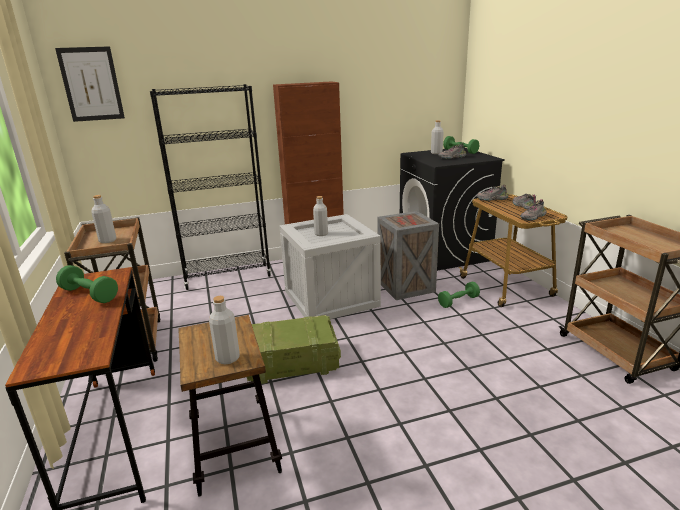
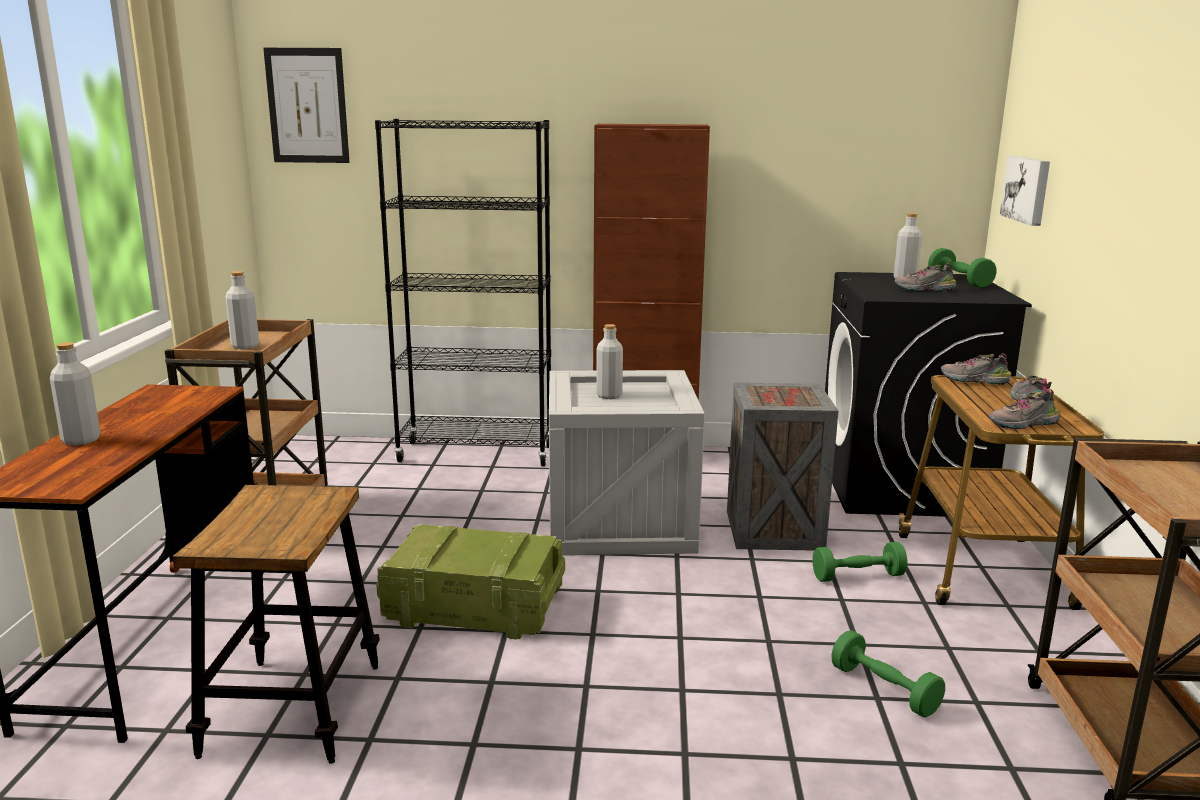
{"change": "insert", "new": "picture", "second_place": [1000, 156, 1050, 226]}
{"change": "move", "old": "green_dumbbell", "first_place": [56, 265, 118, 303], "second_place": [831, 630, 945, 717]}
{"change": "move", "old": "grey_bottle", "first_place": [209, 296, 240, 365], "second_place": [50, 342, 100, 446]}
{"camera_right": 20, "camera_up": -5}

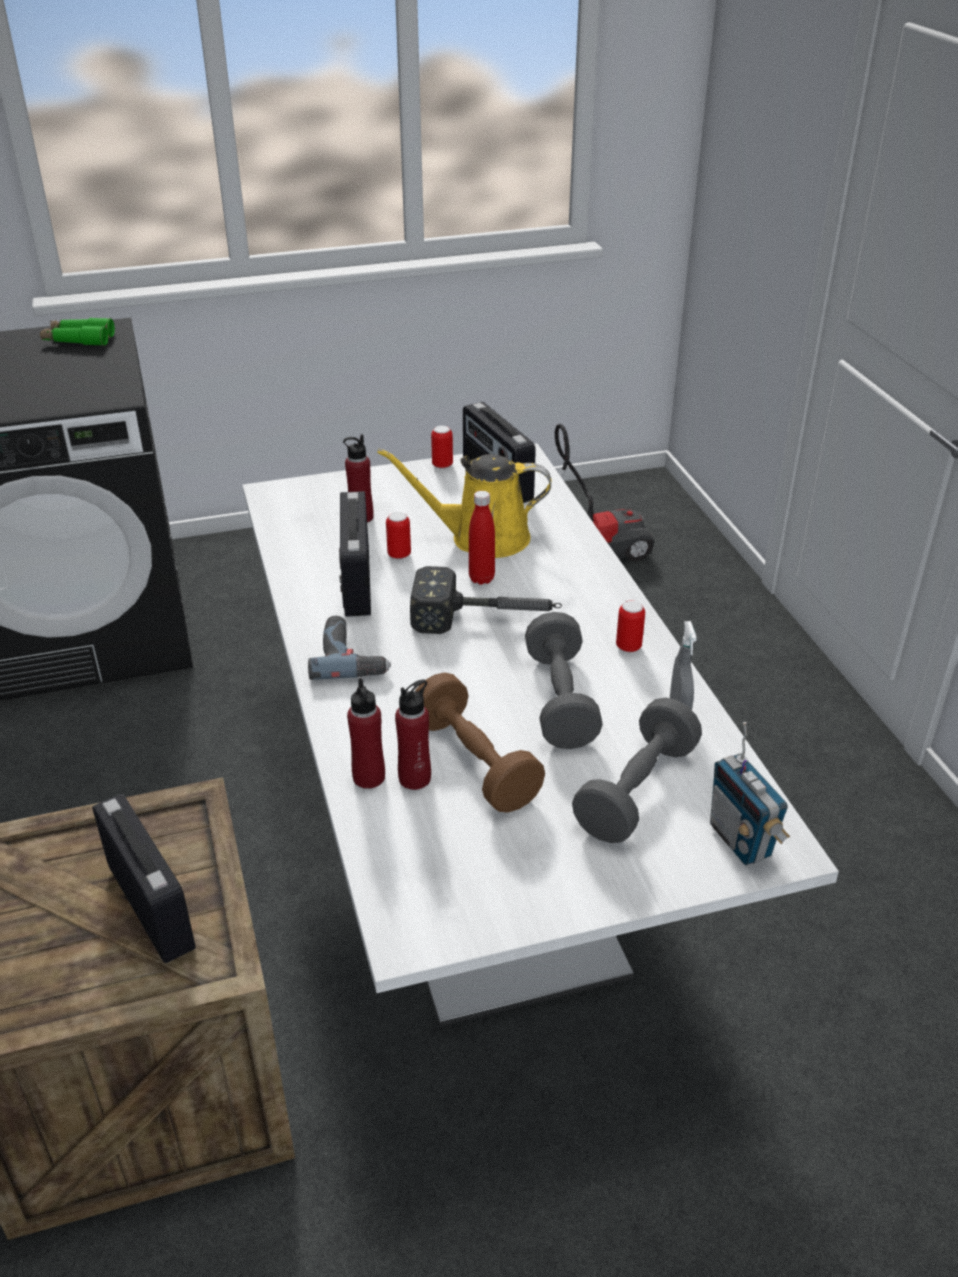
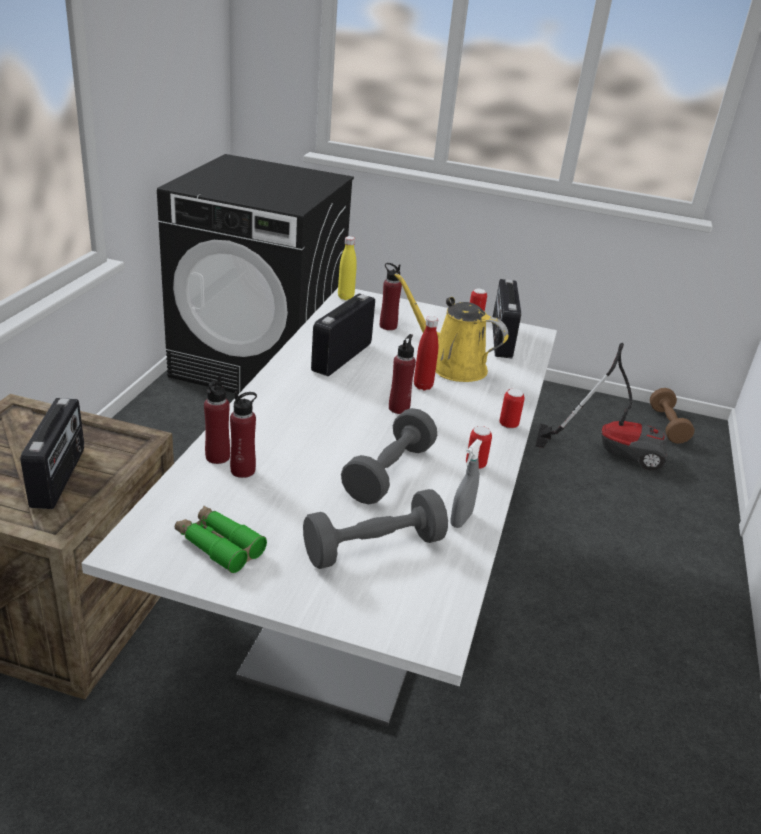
{"change": "delete", "old": "power_drill", "first_place": [308, 616, 391, 680]}
{"change": "delete", "old": "radio", "first_place": [710, 722, 790, 865]}
{"change": "insert", "new": "yellow_bottle", "second_place": [338, 236, 357, 300]}
{"change": "move", "old": "green_binoculars", "first_place": [40, 318, 115, 346], "second_place": [175, 506, 267, 573]}
{"change": "move", "old": "can", "first_place": [386, 512, 411, 559], "second_place": [499, 389, 525, 429]}
{"change": "move", "old": "brown_dumbbell", "first_place": [415, 672, 545, 813], "second_place": [650, 388, 695, 444]}
{"change": "replace", "old": "hammer", "new": "red_bottle", "first_place": [410, 566, 562, 634], "second_place": [389, 334, 416, 414]}
{"camera_right": 30, "camera_up": -5}

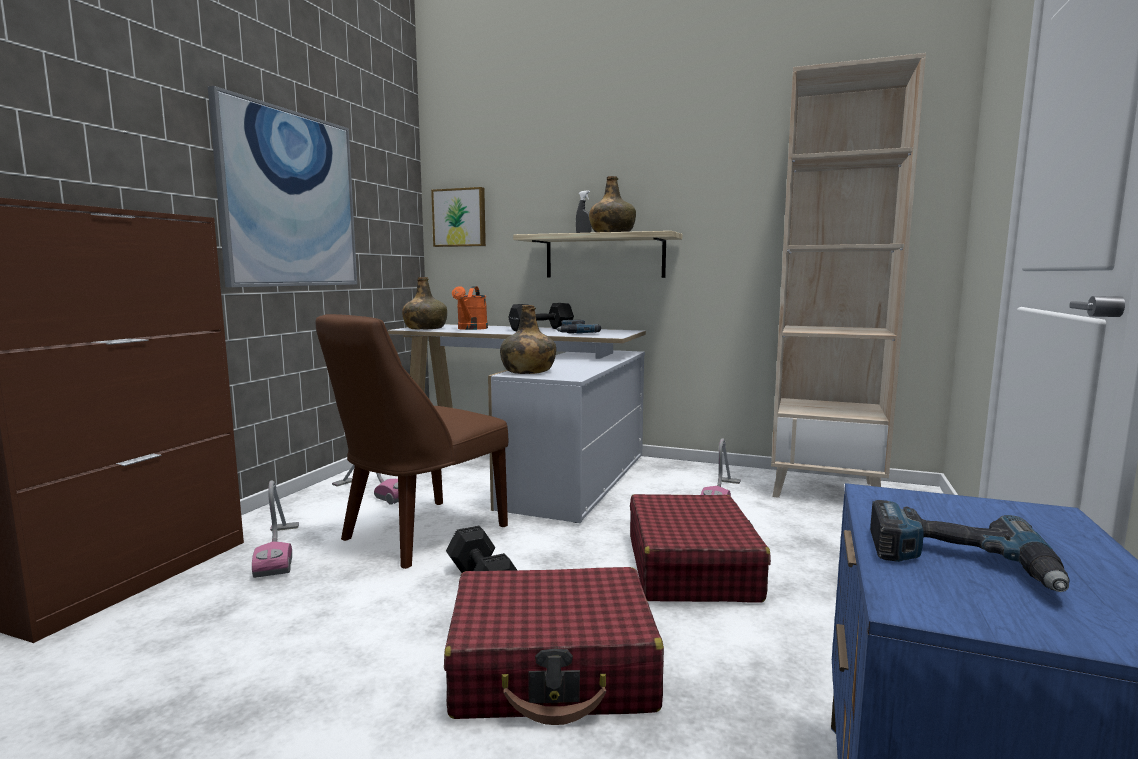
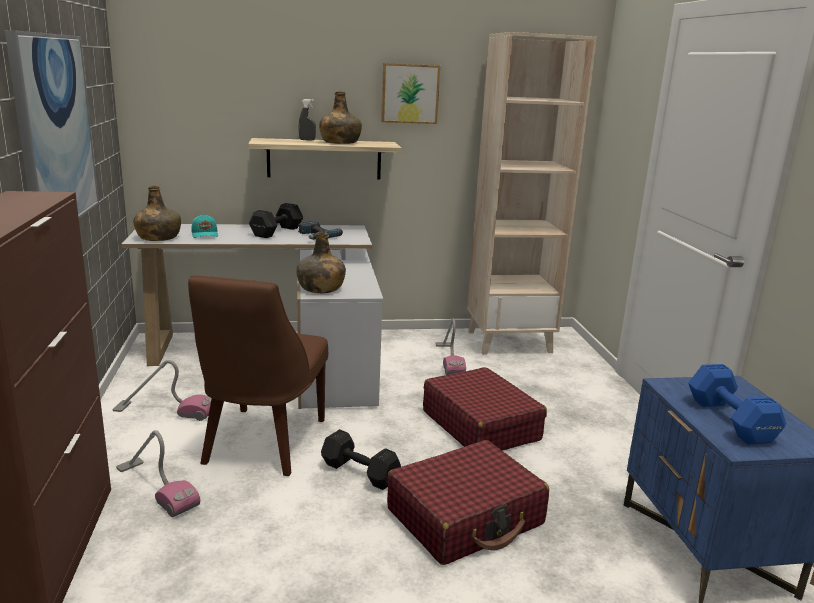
{"change": "move", "old": "picture", "first_place": [431, 187, 486, 247], "second_place": [381, 63, 440, 124]}
{"change": "replace", "old": "orange_watering_can", "new": "turquoise_cap", "first_place": [452, 286, 488, 330], "second_place": [191, 214, 218, 238]}
{"change": "replace", "old": "power_drill", "new": "blue_dumbbell", "first_place": [870, 500, 1070, 592], "second_place": [688, 364, 786, 445]}
{"camera_right": -30, "camera_up": 10}

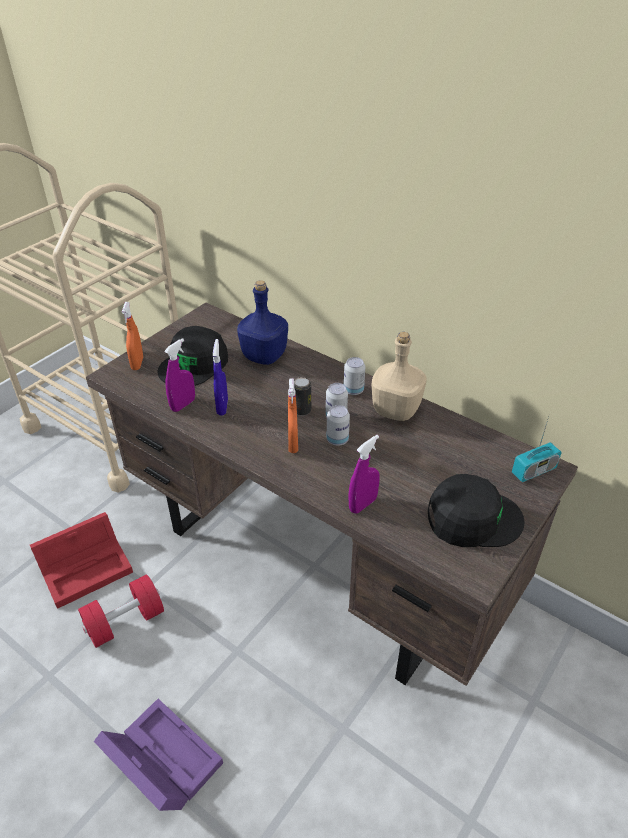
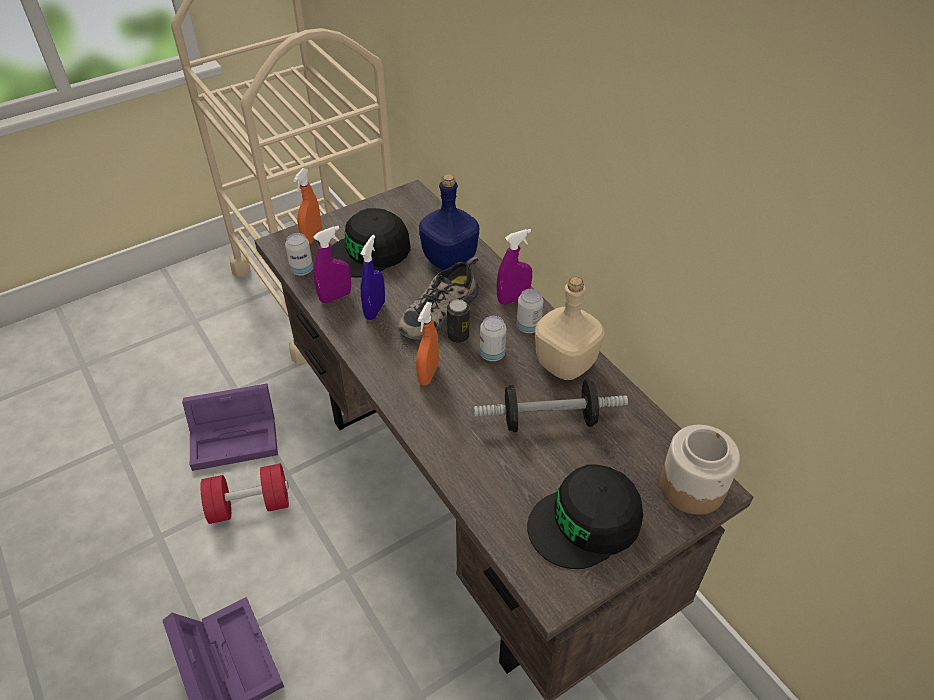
{"change": "insert", "new": "shoe", "second_place": [398, 256, 479, 341]}
{"change": "insert", "new": "dumbbell", "second_place": [474, 380, 628, 432]}
{"change": "move", "old": "can", "first_place": [327, 405, 350, 446], "second_place": [285, 233, 313, 276]}
{"change": "move", "old": "purple_spray_bottle", "first_place": [349, 435, 380, 513], "second_place": [497, 229, 532, 305]}
{"change": "replace", "old": "radio", "new": "jar", "first_place": [512, 413, 562, 482], "second_place": [660, 425, 740, 515]}
{"change": "recolor", "old": "red_storage_box", "new": "purple_storage_box", "first_place": [30, 512, 133, 609], "second_place": [182, 384, 278, 471]}
{"change": "rotate", "old": "black_cap", "first_place": [428, 474, 525, 547], "second_place": [527, 465, 643, 569], "degrees": 135}
{"camera_right": 20, "camera_up": 5}

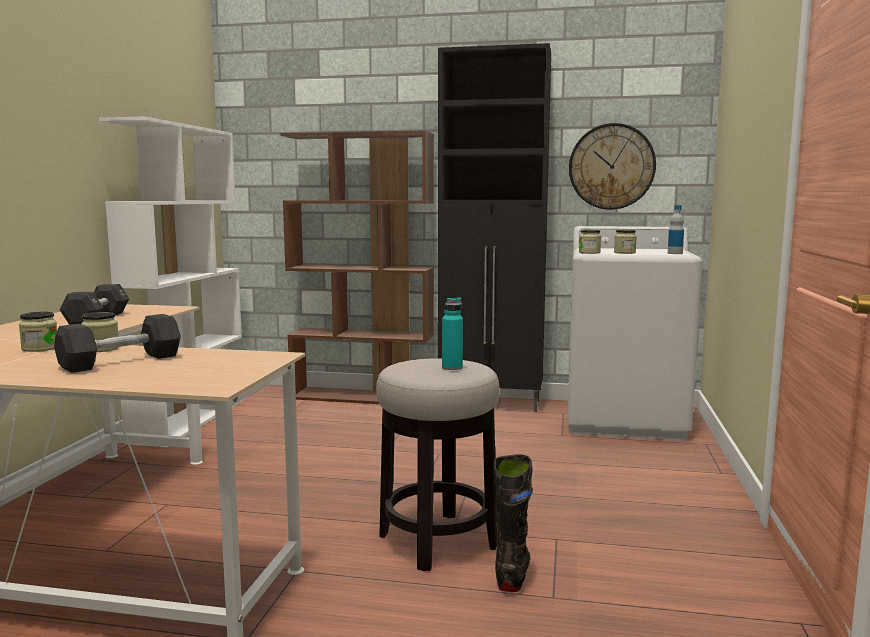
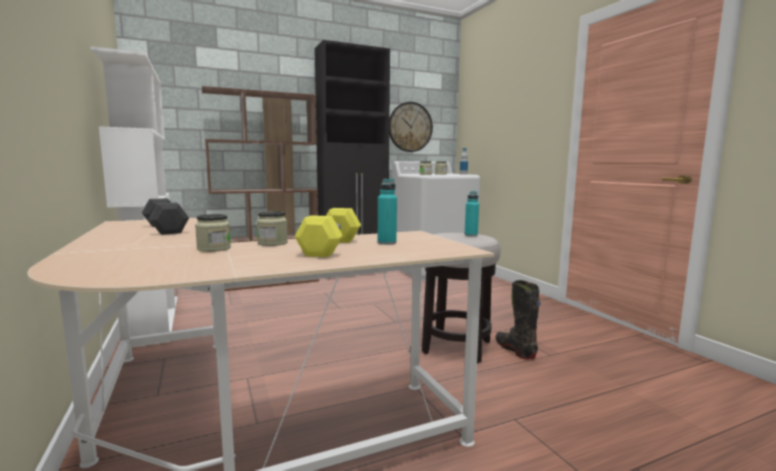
{"change": "insert", "new": "turquoise_bottle", "second_place": [378, 179, 397, 245]}
{"change": "recolor", "old": "black_dumbbell", "new": "yellow_dumbbell", "first_place": [54, 314, 181, 373], "second_place": [294, 208, 361, 257]}
{"camera_right": -35, "camera_up": 0}

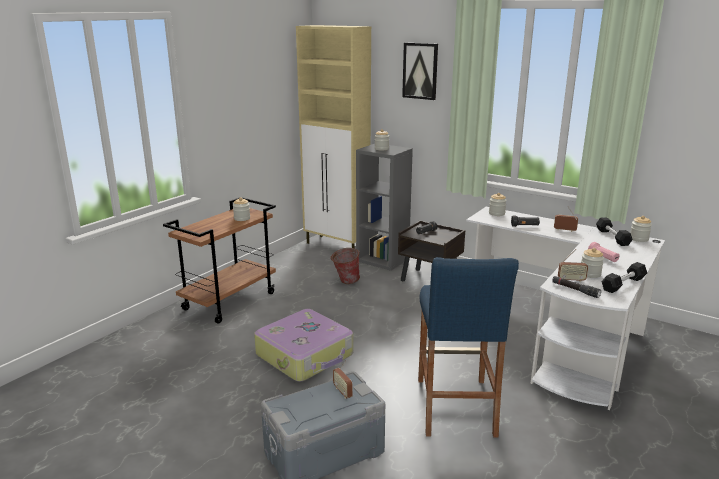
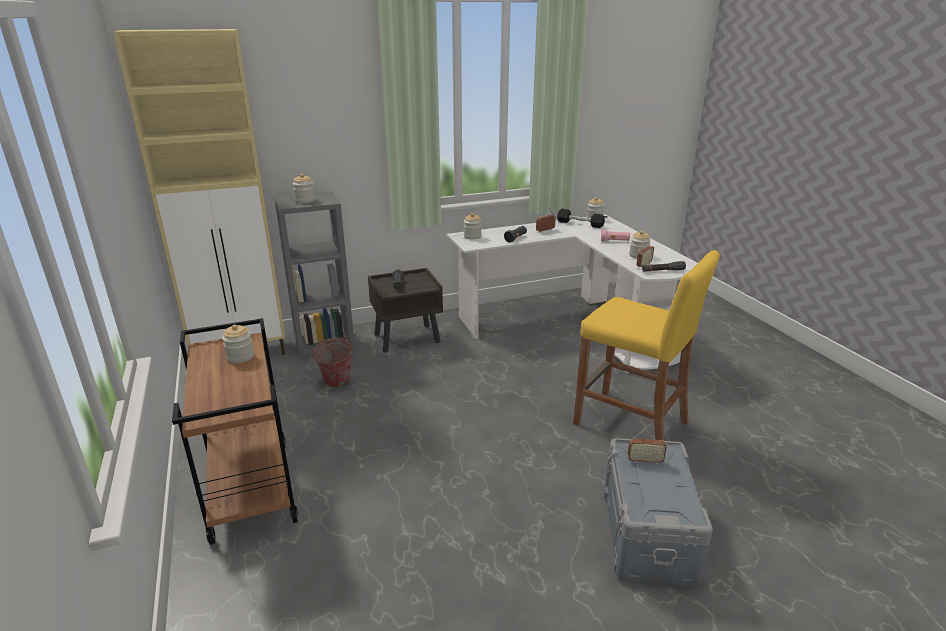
{"change": "delete", "old": "suitcase", "first_place": [254, 309, 353, 382]}
{"change": "delete", "old": "picture", "first_place": [402, 43, 438, 100]}
{"change": "delete", "old": "black_dumbbell", "first_place": [601, 262, 647, 293]}
{"change": "recolor", "old": "blue_stool", "new": "yellow_stool", "first_place": [418, 257, 519, 437], "second_place": [573, 250, 720, 441]}
{"camera_right": -55, "camera_up": 5}

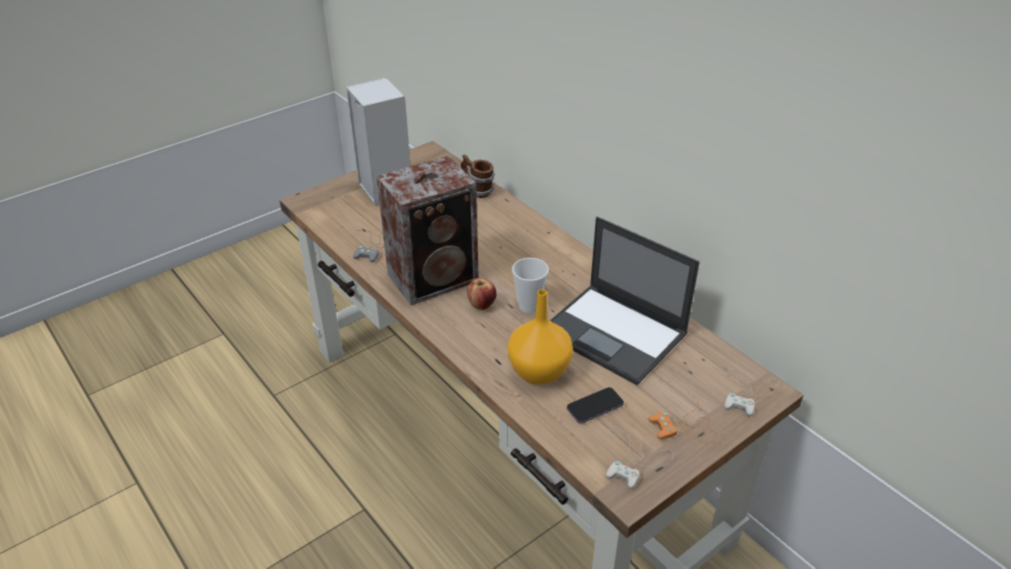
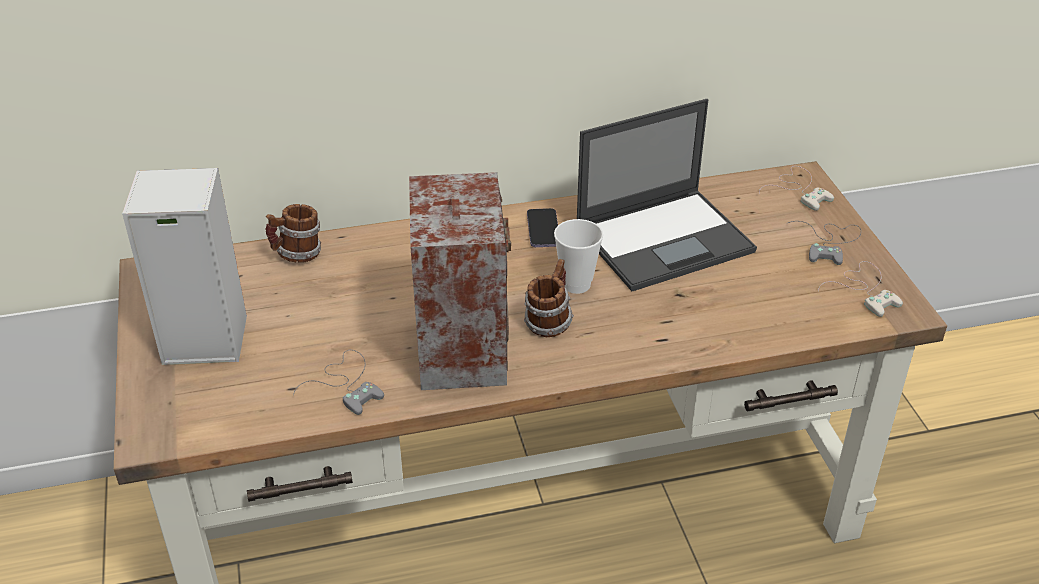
{"change": "delete", "old": "orange_vase", "first_place": [508, 289, 573, 385]}
{"change": "move", "old": "phone", "first_place": [567, 387, 624, 424], "second_place": [527, 208, 558, 247]}
{"change": "replace", "old": "apple", "new": "mug", "first_place": [467, 278, 497, 310], "second_place": [524, 259, 574, 337]}
{"change": "recolor", "old": "orange_game_controller", "new": "grey_game_controller", "first_place": [649, 394, 722, 443], "second_place": [788, 221, 861, 265]}
{"camera_right": -65, "camera_up": 0}

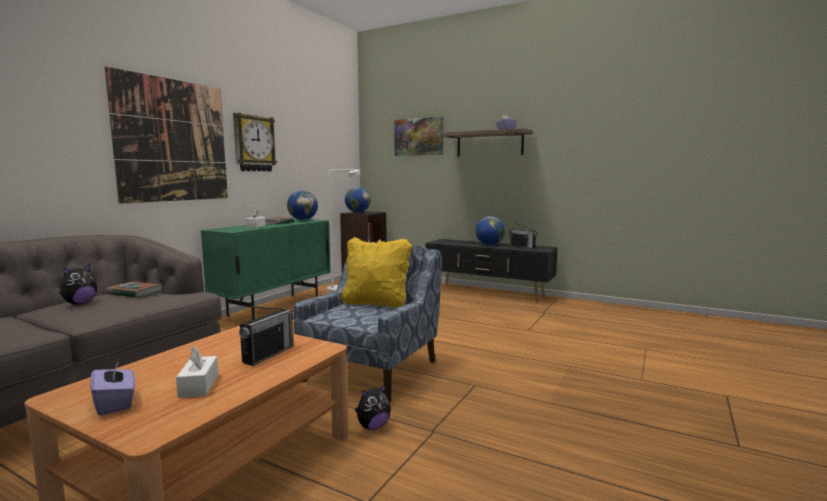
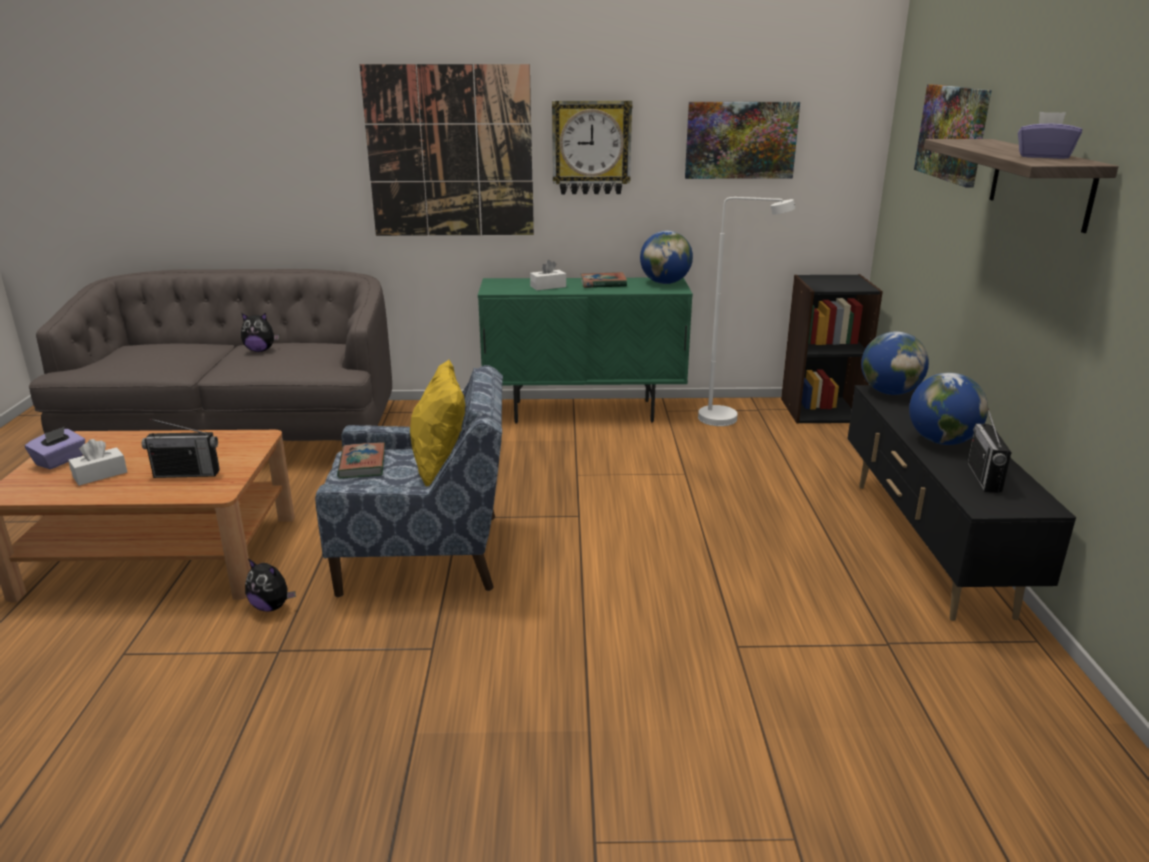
{"change": "insert", "new": "picture", "second_place": [685, 102, 800, 179]}
{"change": "move", "old": "book", "first_place": [106, 282, 163, 298], "second_place": [337, 442, 385, 478]}
{"change": "move", "old": "globe", "first_place": [345, 187, 371, 213], "second_place": [861, 331, 929, 395]}
{"camera_right": 60, "camera_up": 15}

